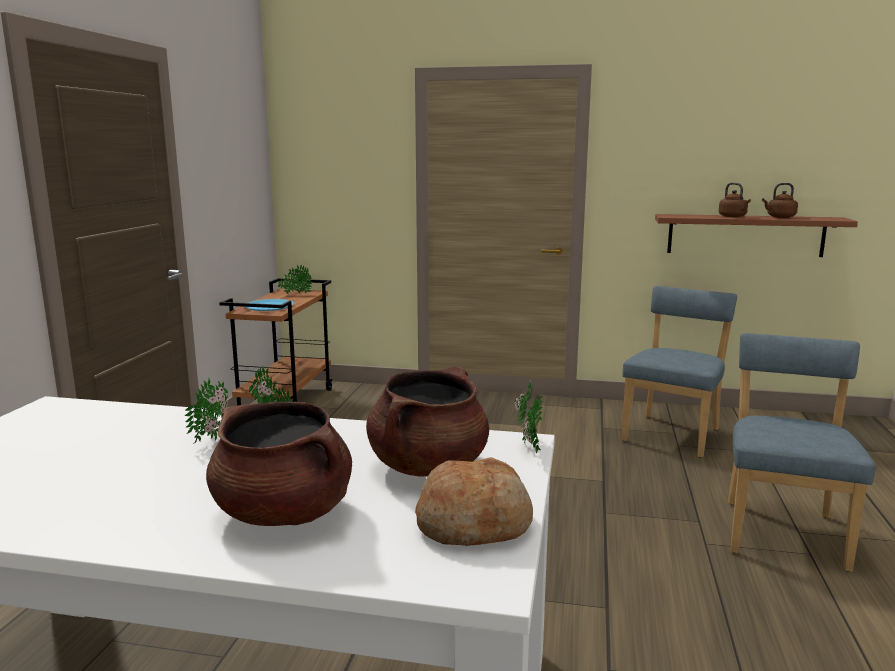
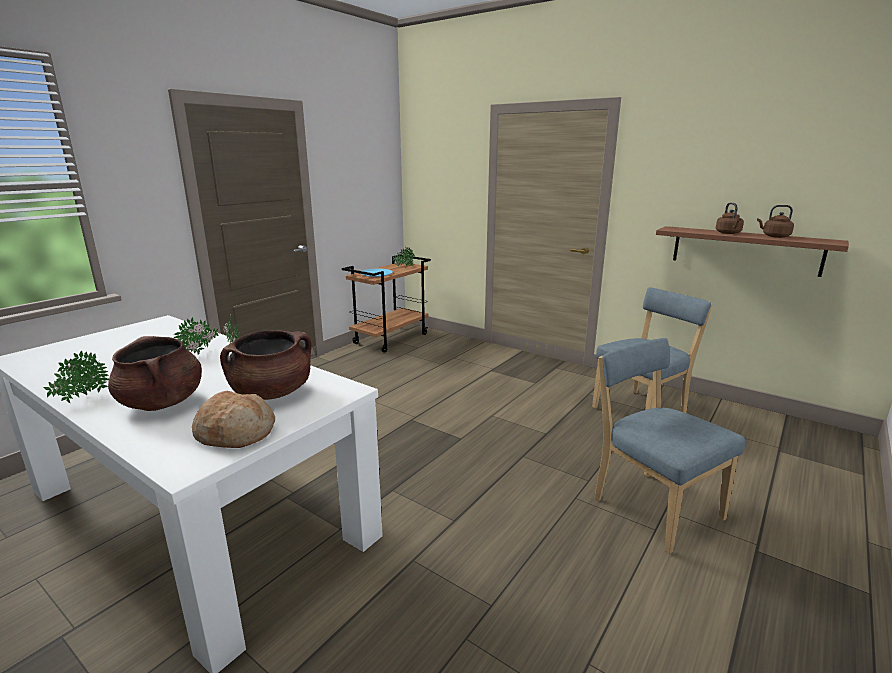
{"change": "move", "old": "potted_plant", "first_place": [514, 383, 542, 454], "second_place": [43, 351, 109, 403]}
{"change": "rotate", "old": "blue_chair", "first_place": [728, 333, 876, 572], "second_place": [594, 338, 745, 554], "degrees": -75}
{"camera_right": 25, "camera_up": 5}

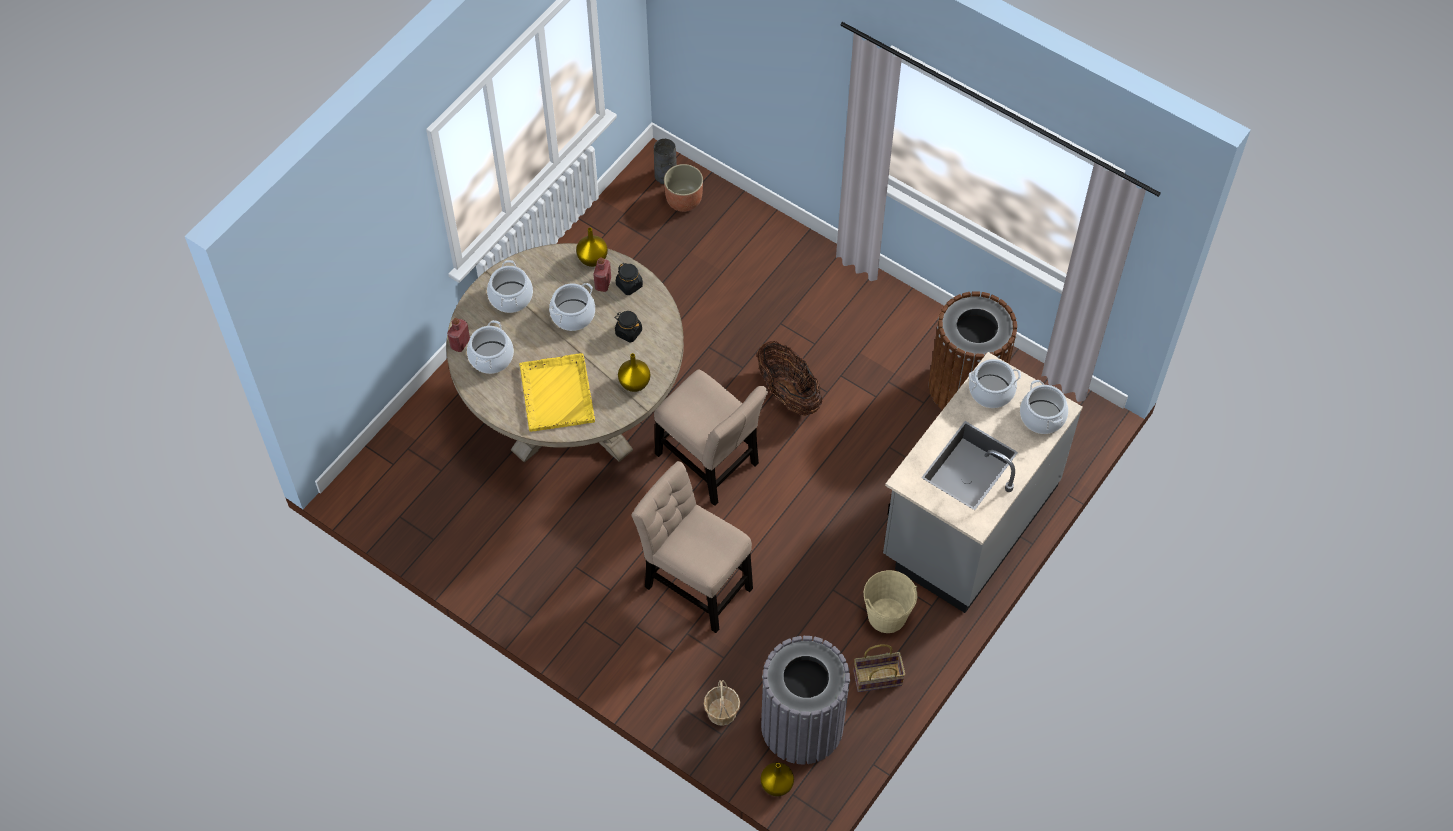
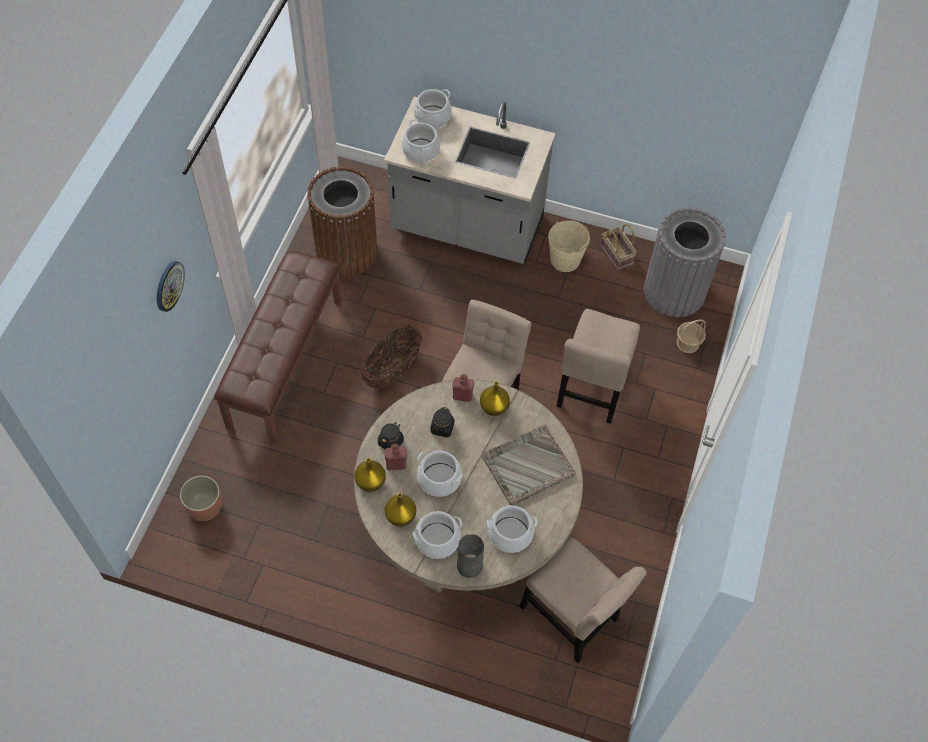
{"change": "insert", "new": "wall_clock", "second_place": [157, 261, 185, 312]}
{"change": "insert", "new": "brown_bench", "second_place": [214, 251, 342, 444]}
{"change": "insert", "new": "beige_chair", "second_place": [520, 536, 646, 663]}
{"change": "move", "old": "red_bottle", "first_place": [447, 318, 470, 352], "second_place": [452, 374, 474, 402]}
{"change": "move", "old": "grey_vase", "first_place": [654, 139, 677, 184], "second_place": [457, 534, 484, 578]}
{"change": "move", "old": "yellow_vase", "first_place": [760, 762, 794, 797], "second_place": [385, 493, 416, 527]}
{"change": "recolor", "old": "yellow_tray", "new": "grey_tray", "first_place": [519, 353, 595, 432], "second_place": [482, 425, 576, 505]}
{"camera_right": -110, "camera_up": 0}

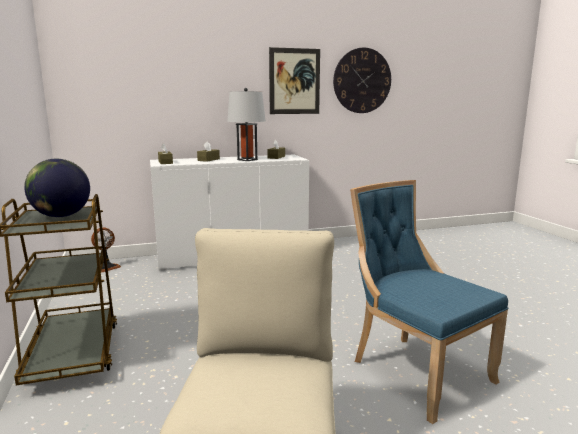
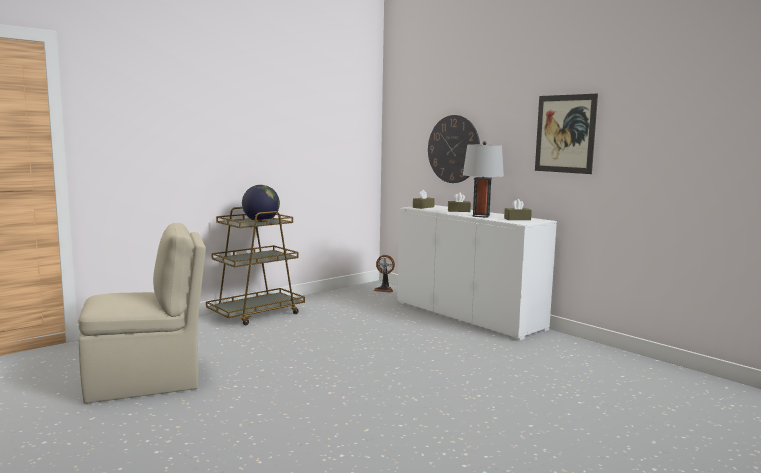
{"change": "delete", "old": "blue_chair", "first_place": [350, 180, 508, 424]}
{"change": "move", "old": "wall_clock", "first_place": [333, 48, 391, 113], "second_place": [428, 115, 480, 183]}
{"camera_right": 65, "camera_up": -5}

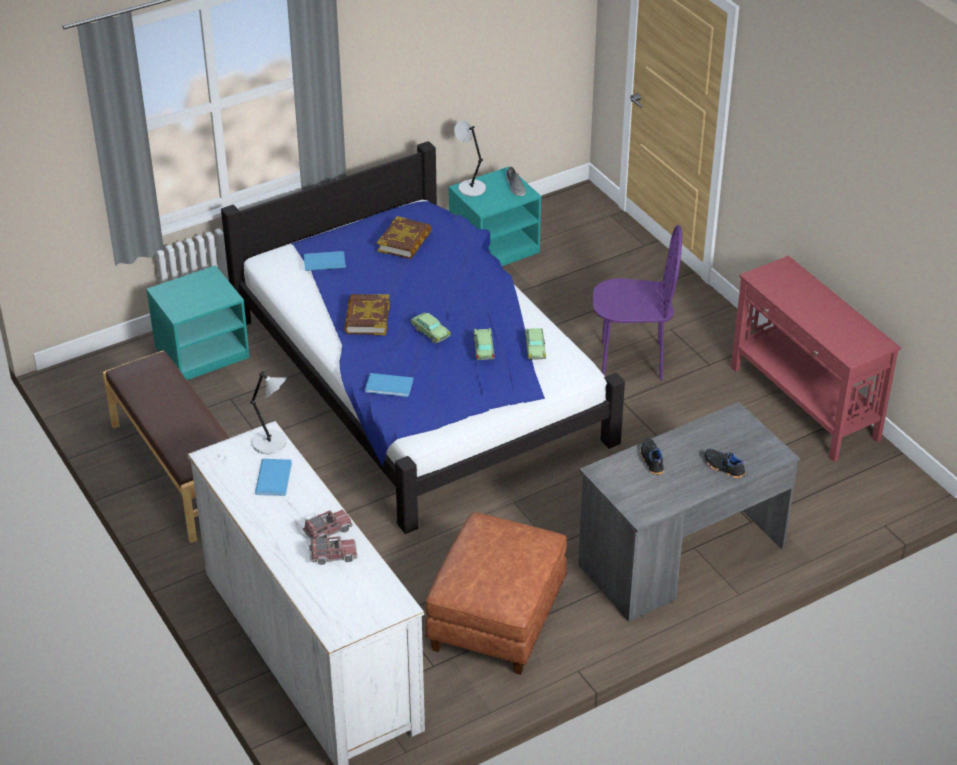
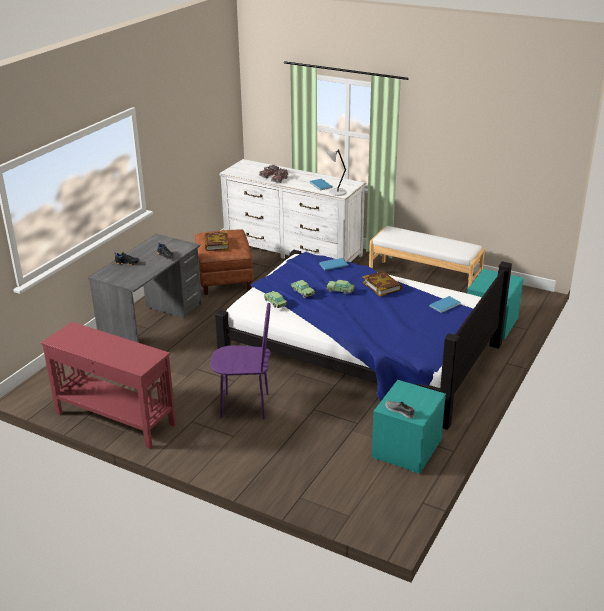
{"change": "delete", "old": "grey_table_lamp", "first_place": [454, 121, 486, 196]}
{"change": "move", "old": "book", "first_place": [377, 216, 432, 259], "second_place": [204, 231, 229, 251]}
{"change": "recolor", "old": "brown_bench", "new": "white_bench", "first_place": [103, 350, 229, 543], "second_place": [369, 226, 485, 288]}
{"change": "rotate", "old": "purple_chair", "first_place": [593, 225, 682, 381], "second_place": [210, 303, 271, 419], "degrees": -150}
{"camera_right": 150, "camera_up": -10}

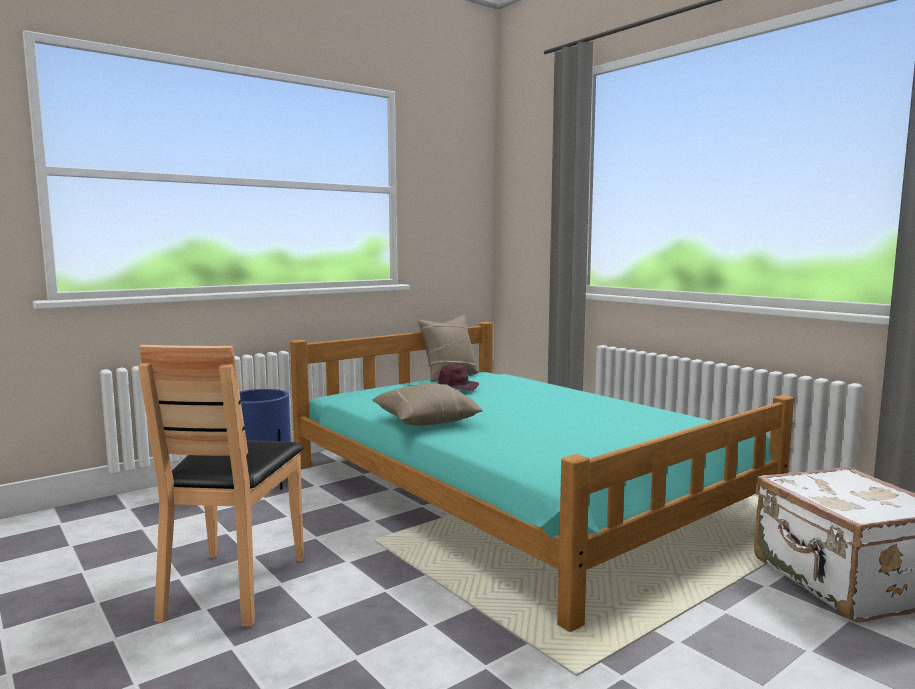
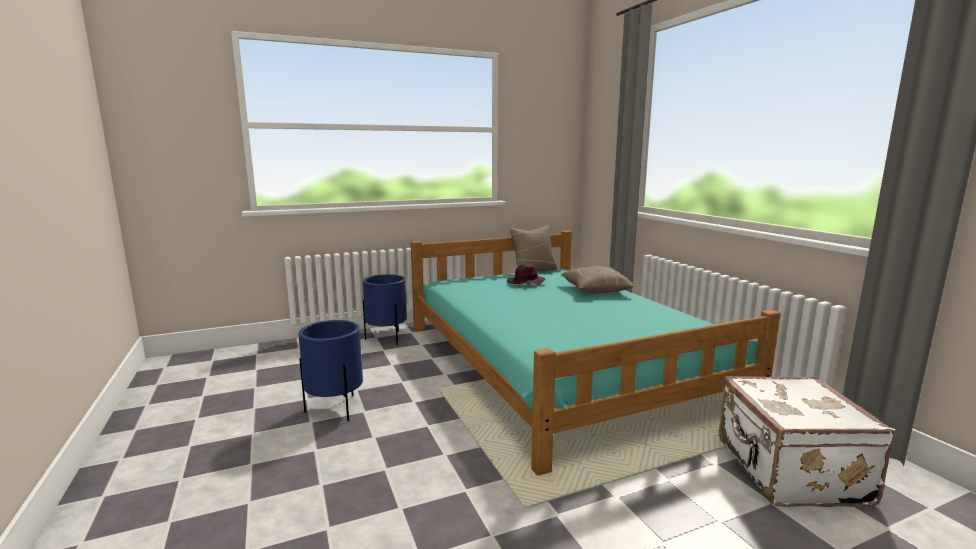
{"change": "move", "old": "beige_pillow", "first_place": [372, 384, 483, 426], "second_place": [561, 266, 634, 293]}
{"change": "replace", "old": "brown_chair", "new": "blue_planter", "first_place": [138, 345, 304, 627], "second_place": [298, 320, 363, 421]}
{"camera_right": 15, "camera_up": 5}

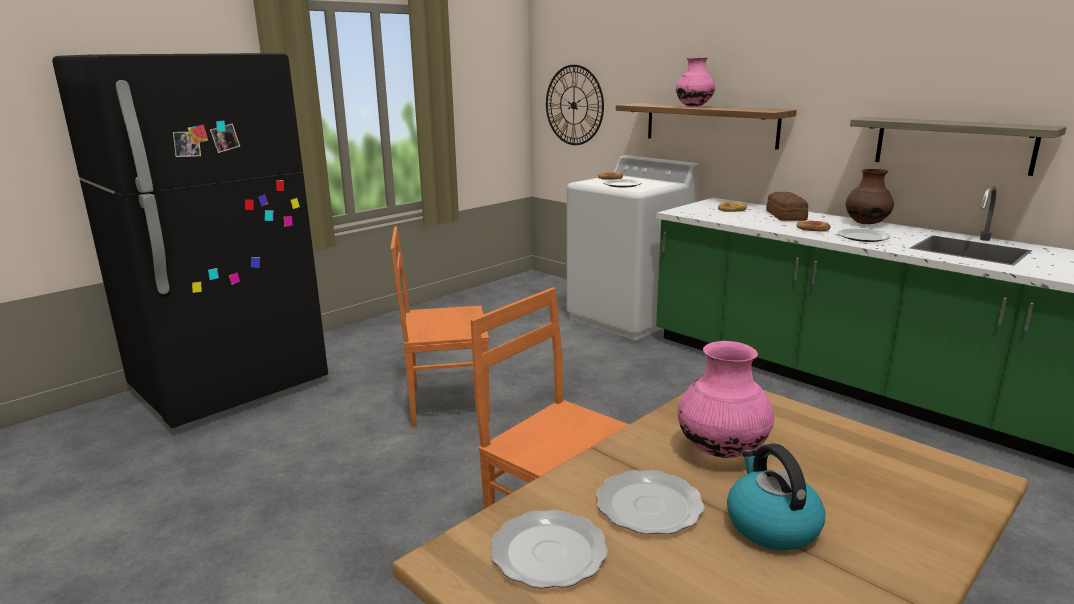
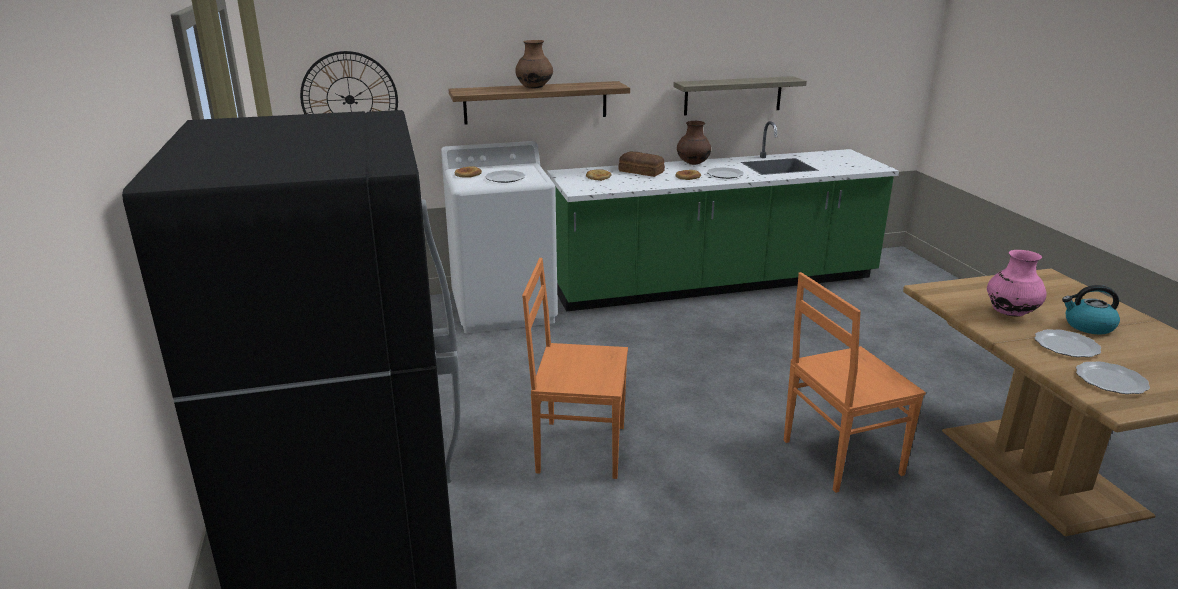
{"change": "recolor", "old": "pink_vase", "new": "brown_vase", "first_place": [676, 57, 715, 107], "second_place": [515, 40, 553, 89]}
{"change": "rotate", "old": "orange_chair", "first_place": [390, 226, 490, 428], "second_place": [522, 258, 628, 479], "degrees": 75}
{"camera_right": -60, "camera_up": 5}

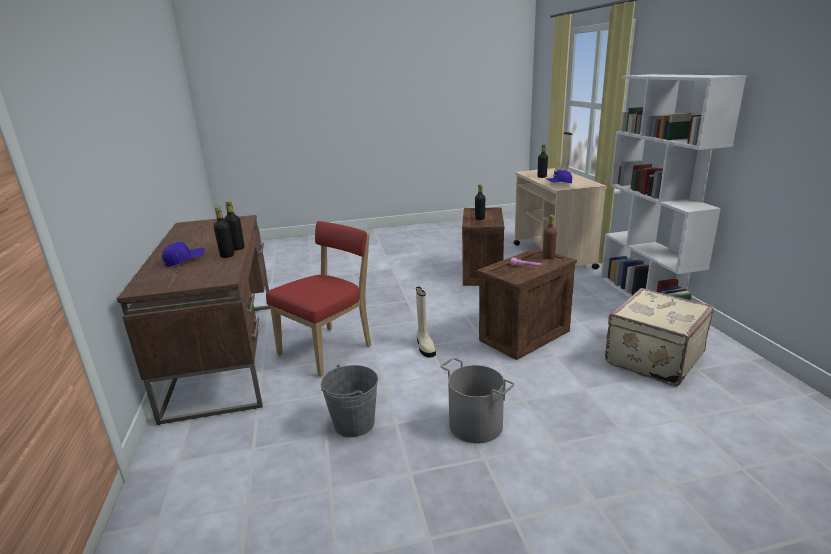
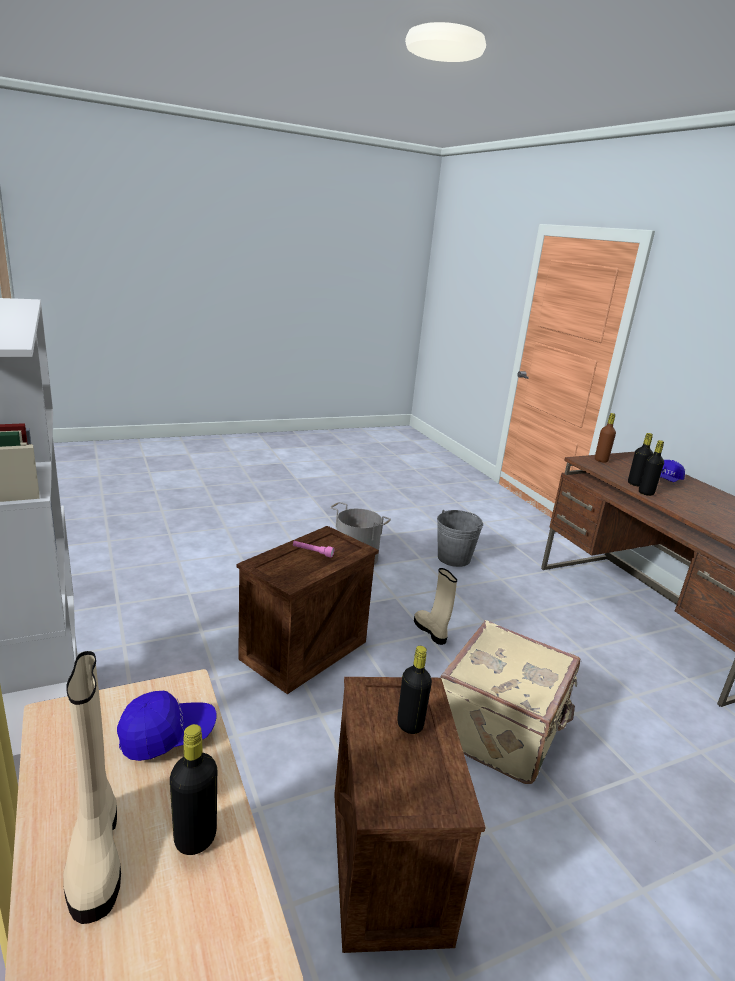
{"change": "delete", "old": "red_chair", "first_place": [266, 221, 371, 377]}
{"change": "move", "old": "brown_bottle", "first_place": [543, 215, 557, 259], "second_place": [595, 413, 616, 463]}
{"change": "move", "old": "beige_suitcase", "first_place": [605, 288, 714, 386], "second_place": [441, 620, 580, 784]}
{"camera_right": 165, "camera_up": 0}

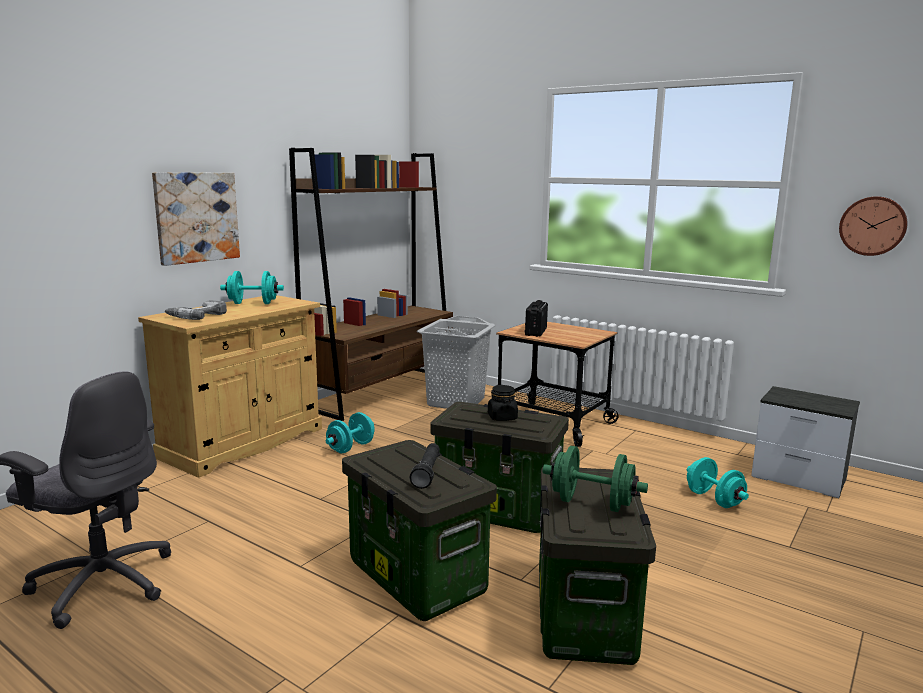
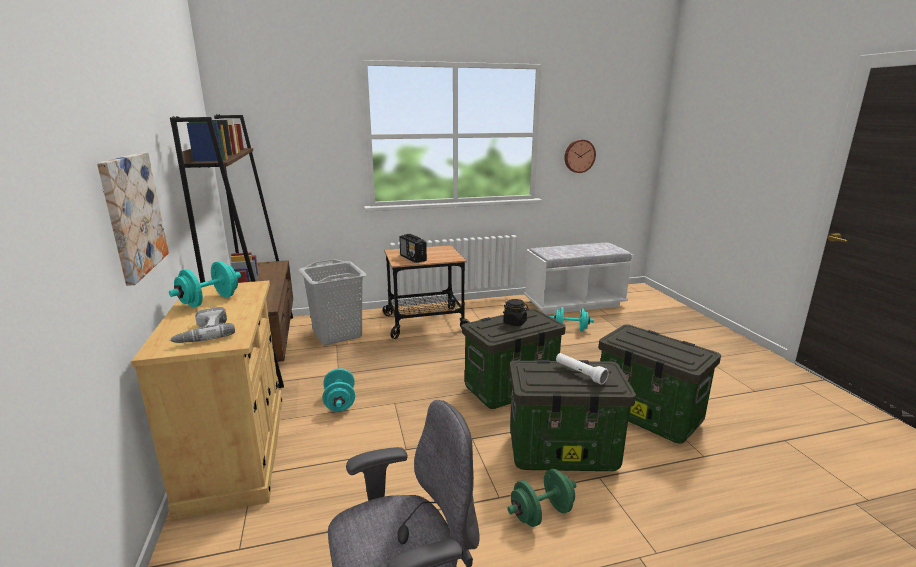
{"change": "move", "old": "green_dumbbell", "first_place": [543, 446, 648, 512], "second_place": [507, 469, 576, 527]}
{"change": "replace", "old": "nightstand", "new": "white_bench", "first_place": [751, 386, 860, 498], "second_place": [524, 242, 634, 314]}
{"change": "recolor", "old": "black_flashlight", "new": "white_flashlight", "first_place": [410, 443, 440, 489], "second_place": [556, 353, 609, 385]}
{"camera_right": -50, "camera_up": 5}

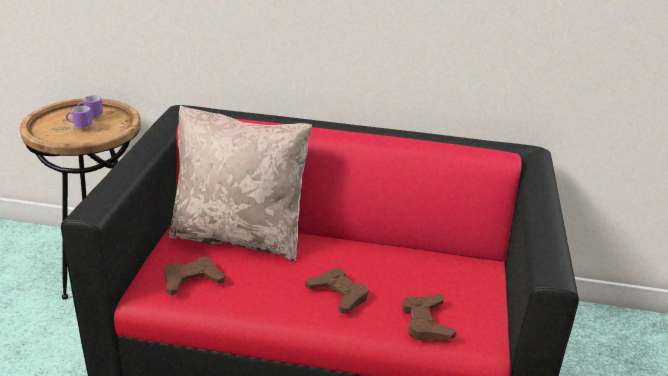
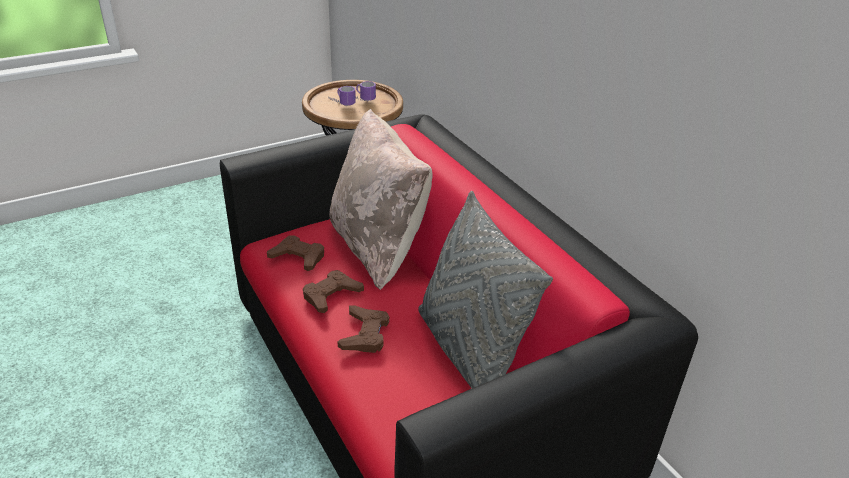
{"change": "insert", "new": "grey_pillow", "second_place": [418, 191, 553, 388]}
{"change": "move", "old": "brown_game_controller", "first_place": [402, 294, 456, 340], "second_place": [303, 270, 364, 313]}
{"camera_right": 50, "camera_up": 5}

